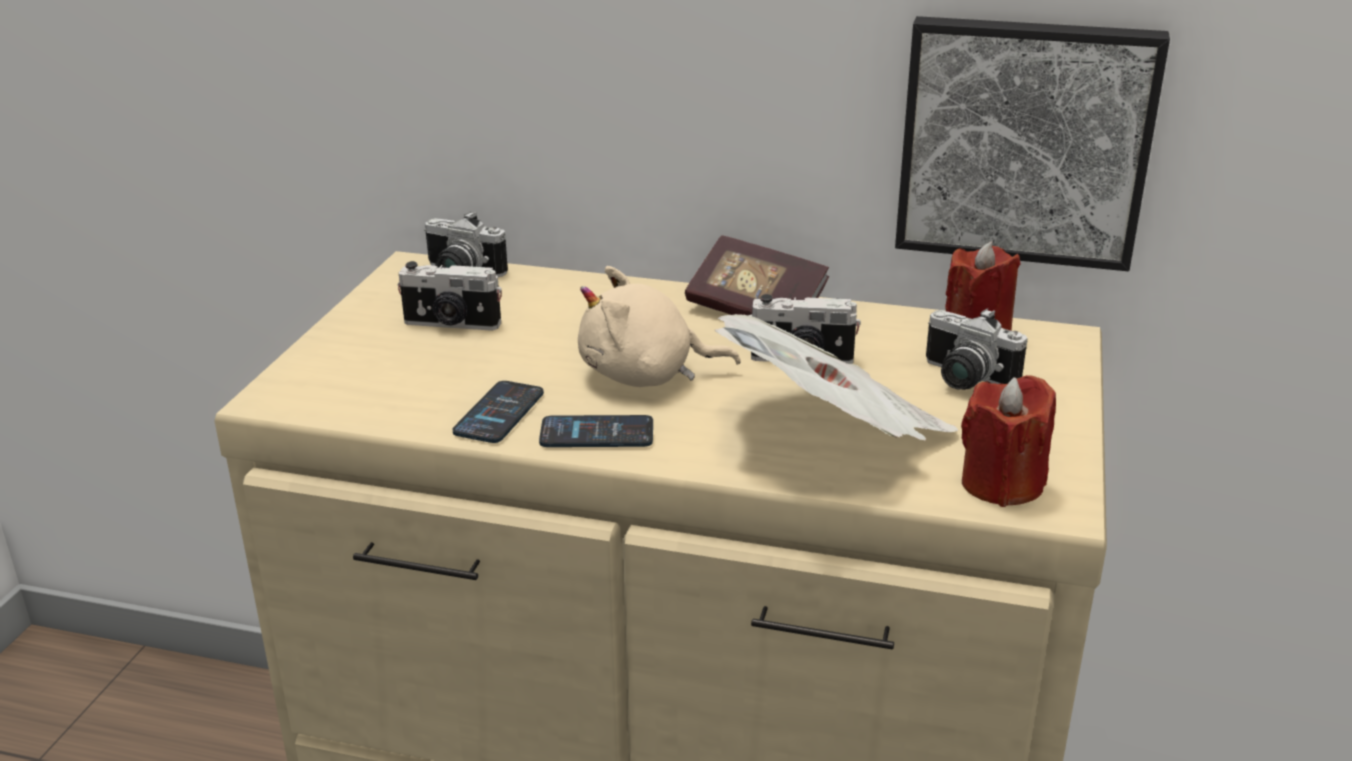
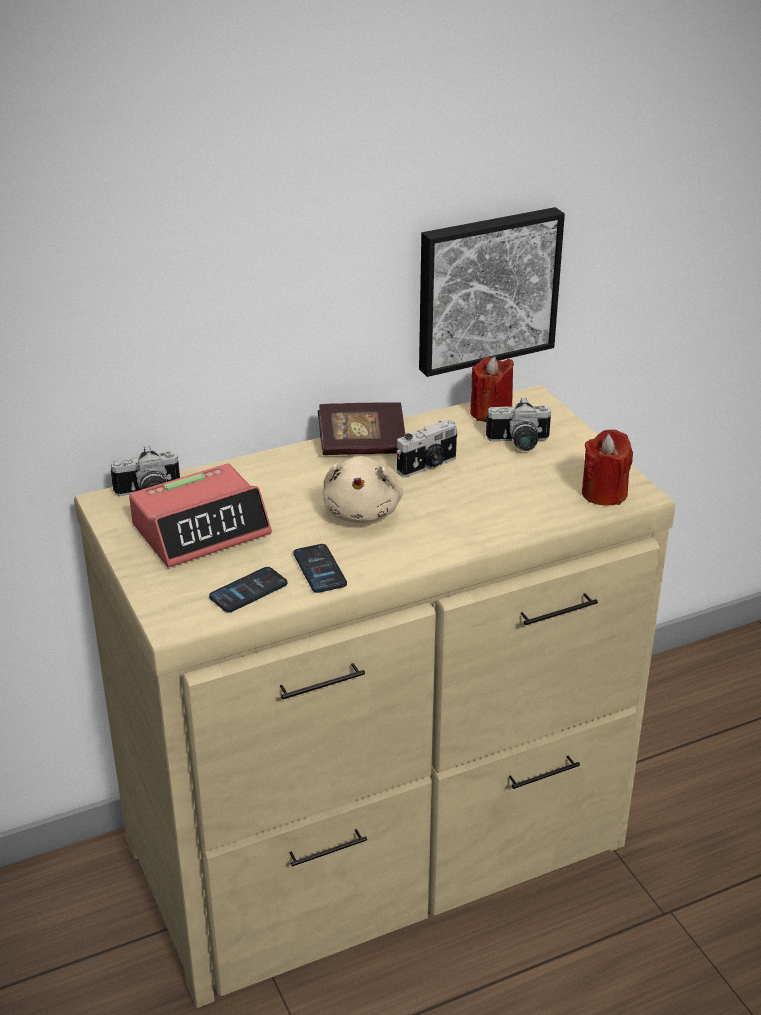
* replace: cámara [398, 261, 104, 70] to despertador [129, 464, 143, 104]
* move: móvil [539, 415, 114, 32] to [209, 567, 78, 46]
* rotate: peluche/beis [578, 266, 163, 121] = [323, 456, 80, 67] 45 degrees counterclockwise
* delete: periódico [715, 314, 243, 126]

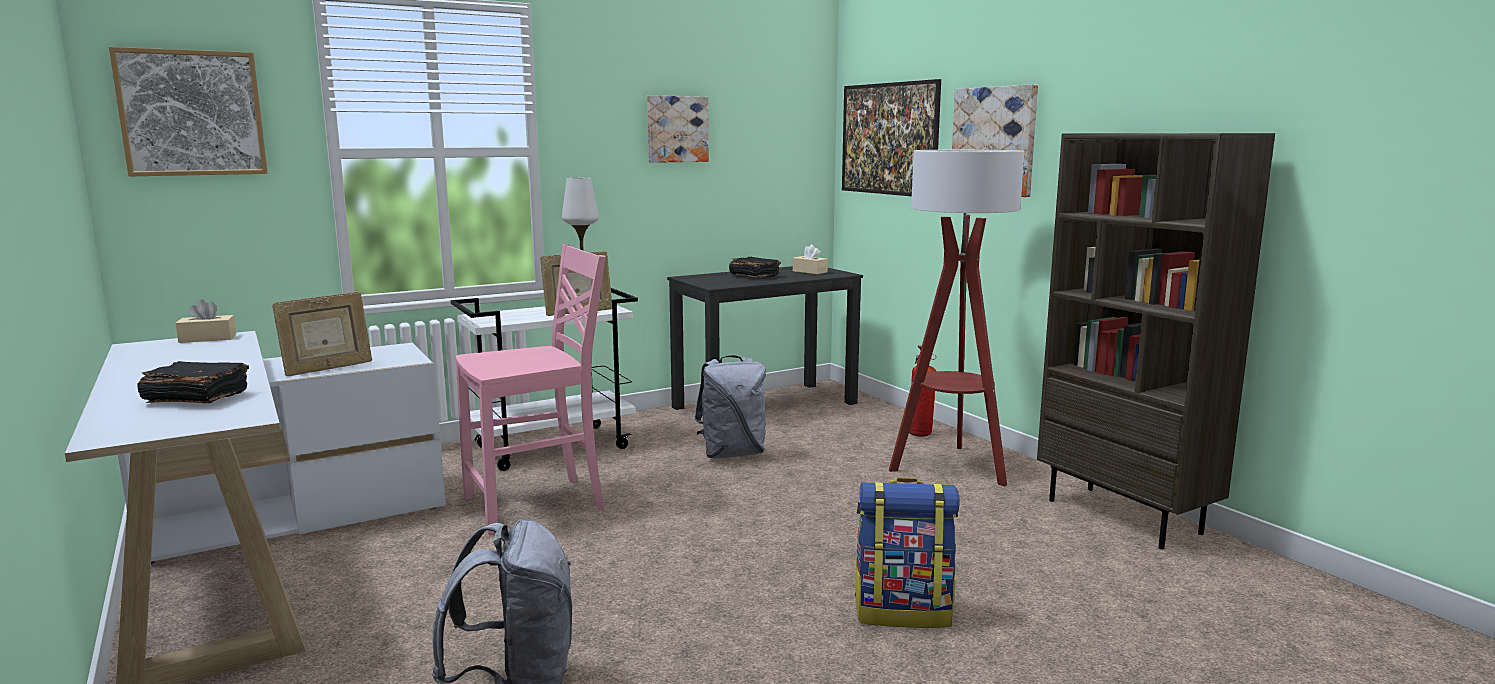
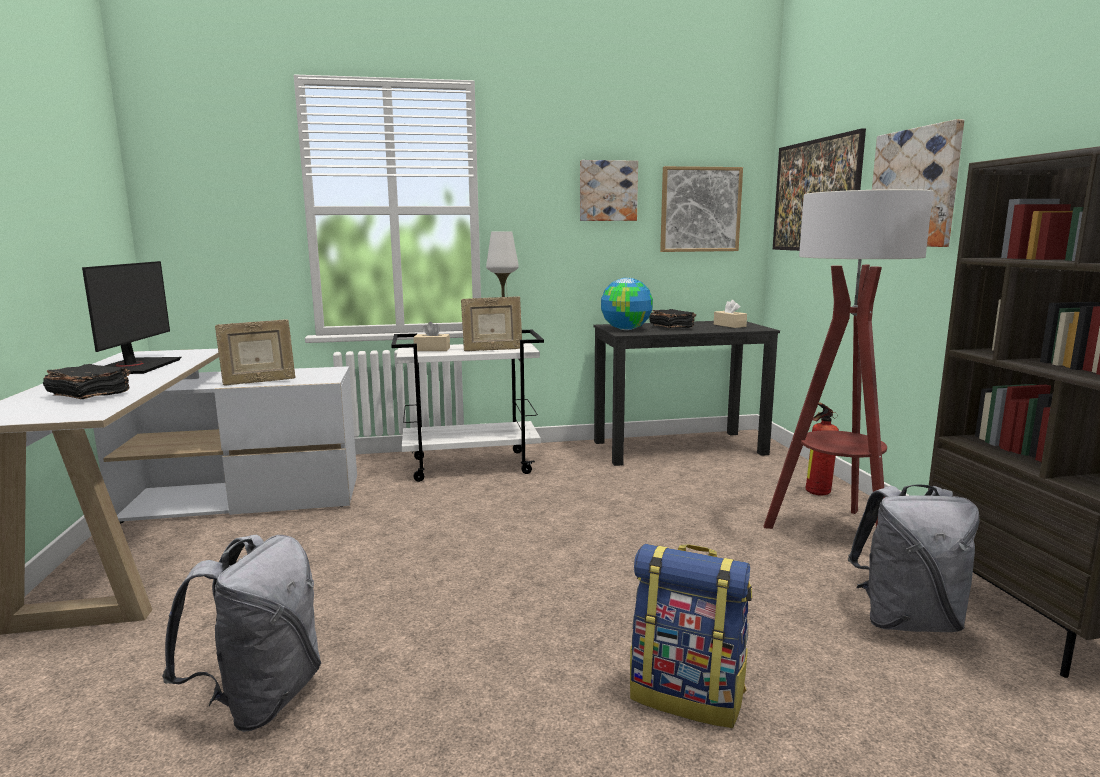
* insert: monitor [82, 261, 99, 113]
* move: caja de pañuelos/beis [175, 300, 61, 43] to [413, 322, 37, 29]
* insert: globo terráqueo [601, 278, 52, 52]
* move: cuadro [109, 47, 159, 129] to [660, 166, 83, 86]
* move: mochila/gris [694, 355, 72, 103] to [847, 485, 133, 147]
* delete: silla/rosa [456, 244, 149, 291]

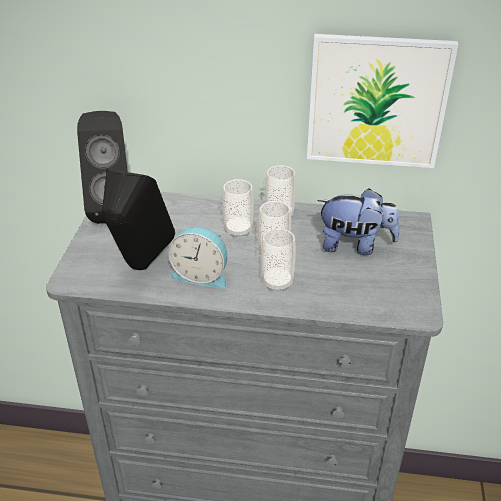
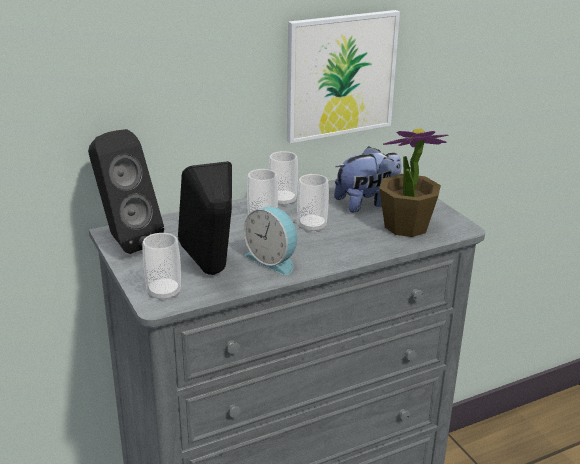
* move: taza [261, 228, 35, 63] to [143, 233, 38, 69]
* rotate: despertador [168, 227, 59, 62] = [244, 207, 53, 68] 60 degrees clockwise
* insert: planta en maceta [379, 128, 70, 109]

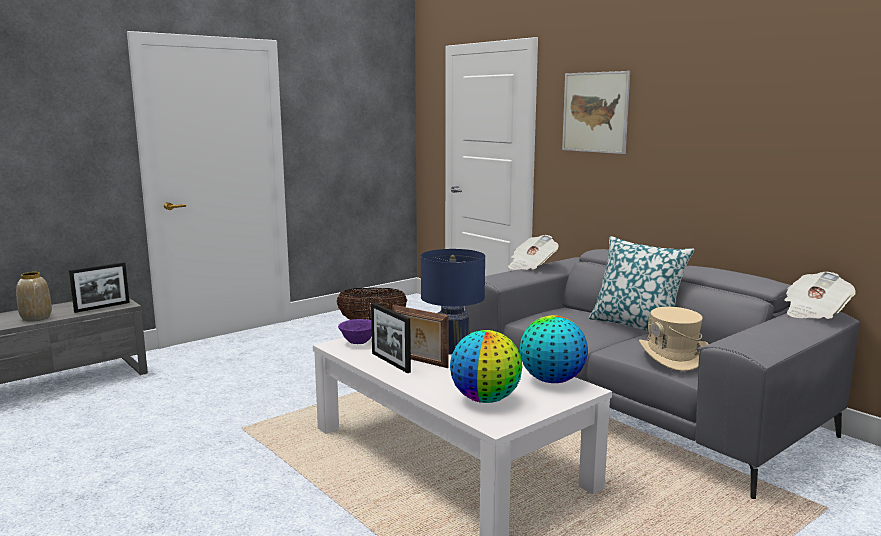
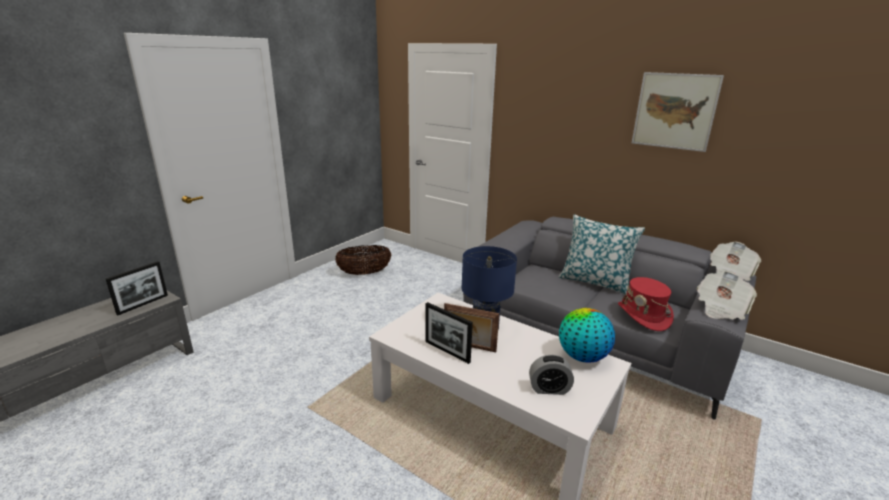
* replace: globo terráqueo [450, 330, 72, 73] to despertador [529, 355, 45, 40]
* recolor: sombrero/beis [639, 307, 69, 64] to sombrero/rojo [618, 277, 56, 54]
* move: cuadro [562, 71, 68, 83] to [632, 72, 92, 80]
* move: periódico [508, 235, 51, 35] to [697, 271, 60, 49]
* delete: florero [16, 272, 36, 49]
* delete: cuenco/morado [338, 319, 34, 25]

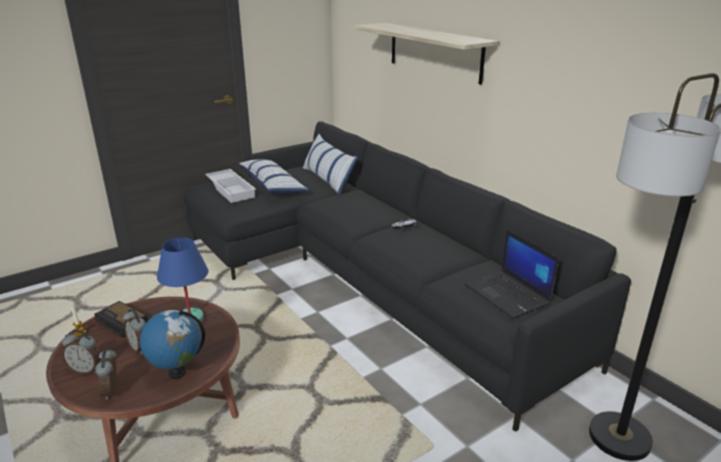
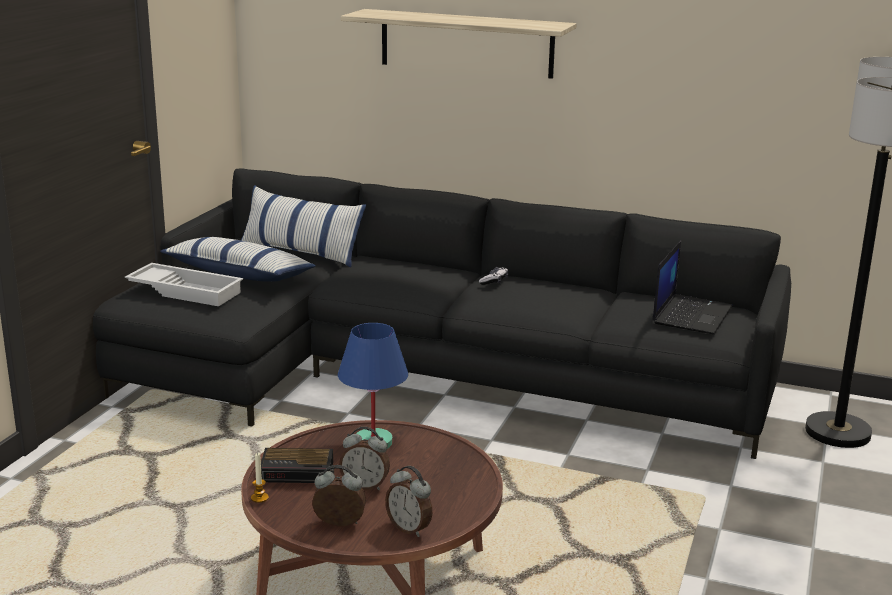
* rotate: despertador [62, 330, 39, 45] = [312, 465, 54, 62] 150 degrees counterclockwise
* rotate: portátil [465, 229, 94, 90] = [652, 241, 81, 93] 90 degrees counterclockwise
* delete: globo terráqueo [140, 310, 65, 69]

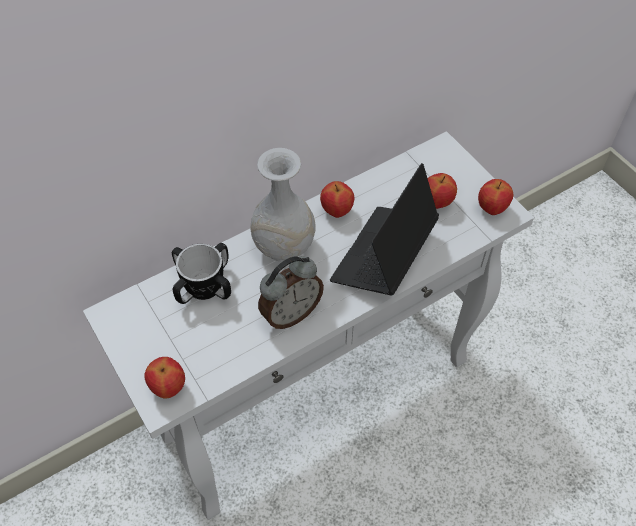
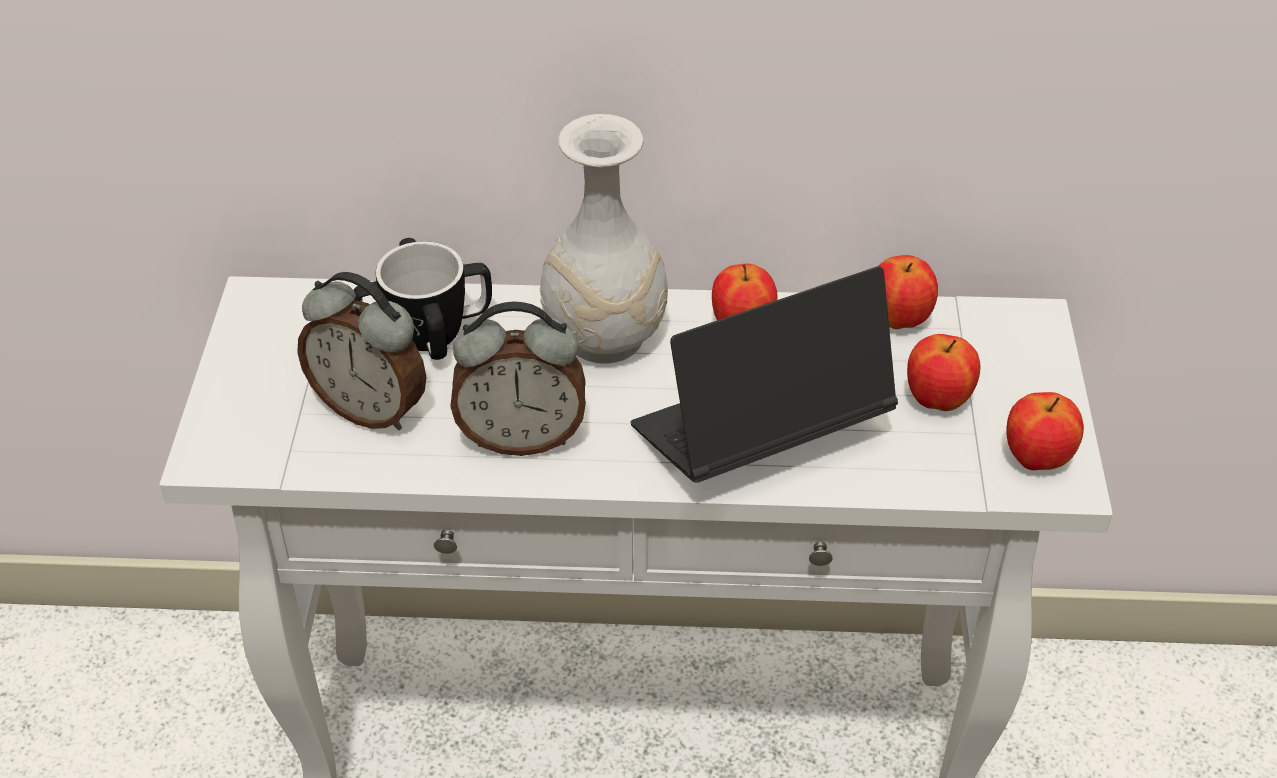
* insert: despertador [297, 272, 130, 158]
* move: manzana [144, 357, 41, 42] to [879, 255, 59, 74]

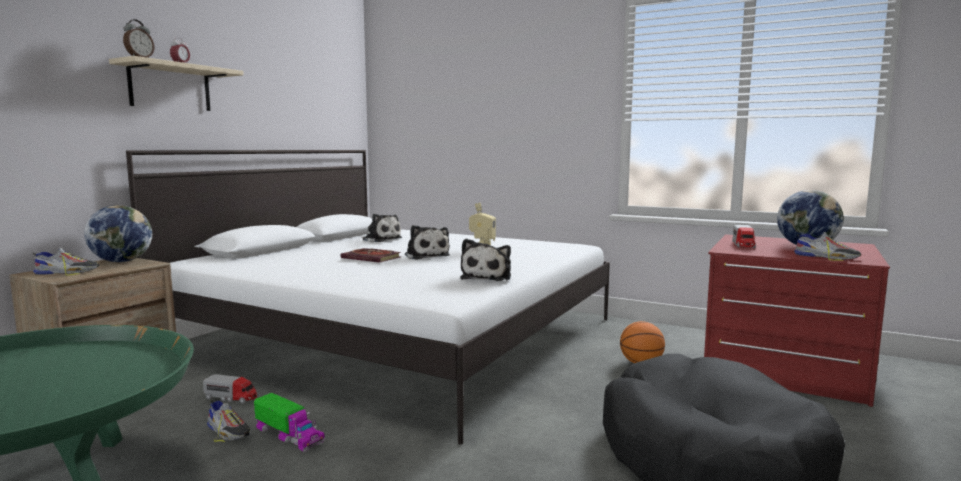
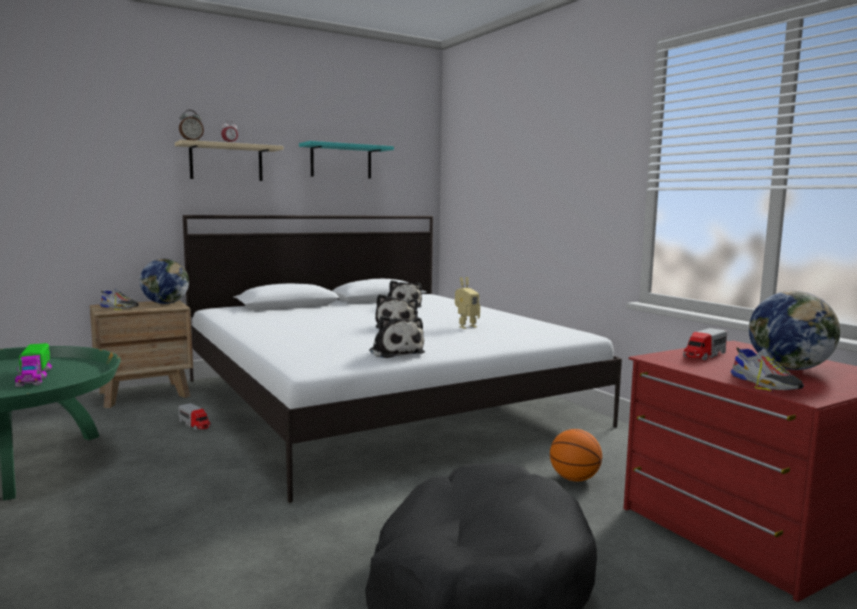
* move: camión de juguete [254, 393, 71, 59] to [15, 343, 37, 44]
* insert: estante/turquesa [299, 141, 95, 38]
* rotate: peluche [460, 239, 51, 42] = [369, 316, 56, 42] 75 degrees counterclockwise
* delete: zapato [207, 400, 44, 42]
* delete: libro [341, 248, 60, 15]

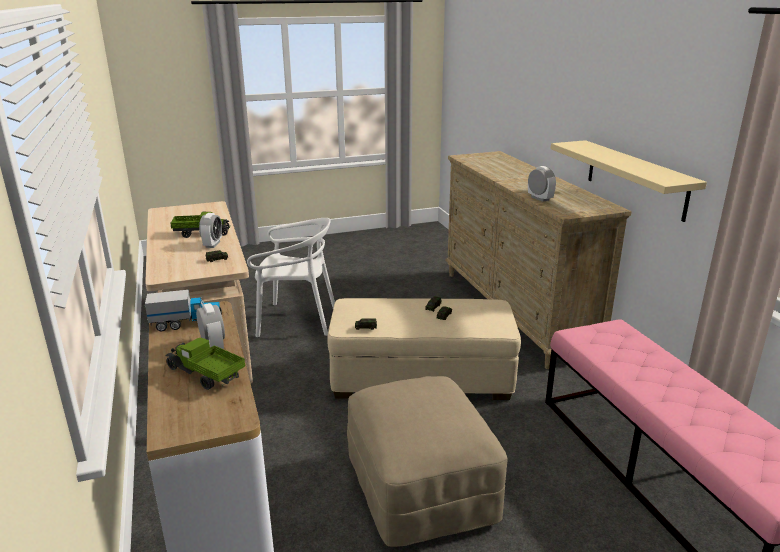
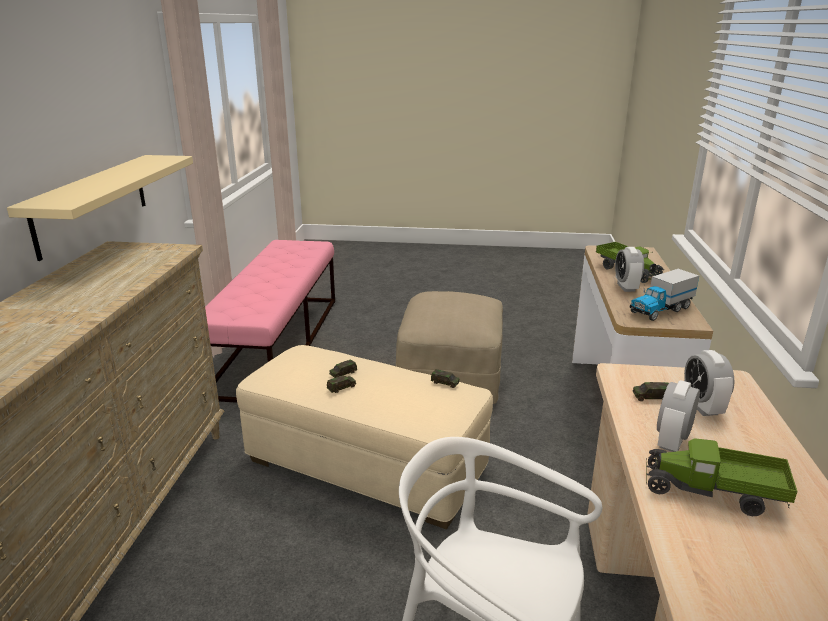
* rotate: camión de juguete [145, 290, 77, 41] = [630, 269, 69, 52] 45 degrees counterclockwise
* move: despertador [528, 166, 28, 36] to [684, 350, 50, 66]

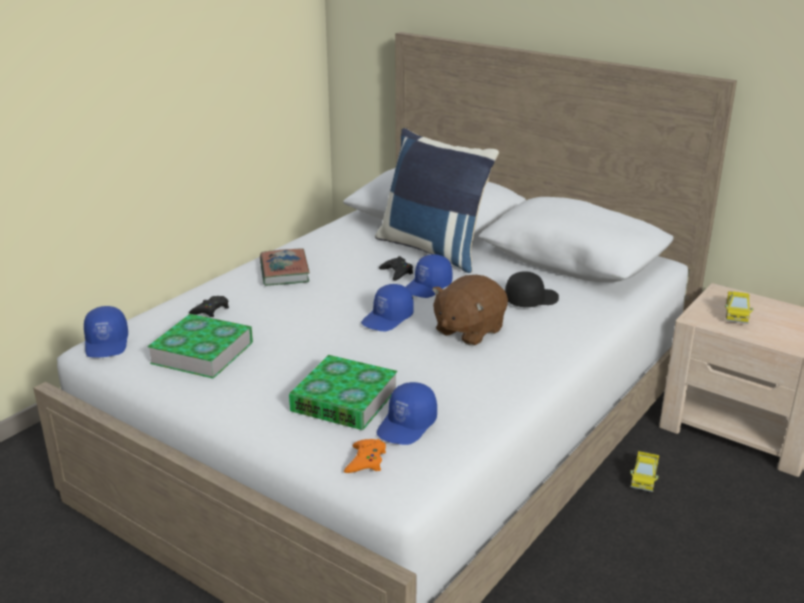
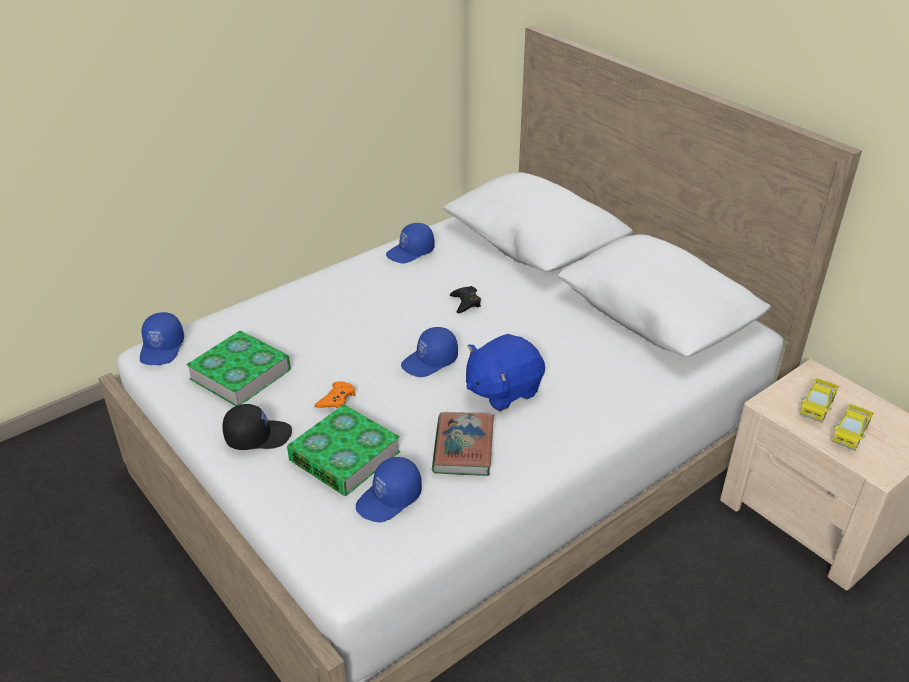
* move: gorra/negro [505, 271, 54, 36] to [222, 404, 70, 46]
* move: mando de consola/naranja [344, 439, 42, 34] to [314, 381, 41, 27]
* move: gorra/azul [406, 254, 46, 44] to [386, 223, 48, 40]
* move: libro [260, 249, 50, 37] to [432, 412, 62, 64]
* recolor: peluche/marrón [432, 275, 76, 71] to peluche/azul [466, 334, 79, 77]
* move: camión de juguete [630, 451, 29, 41] to [831, 404, 42, 47]
* delete: mando de consola/negro [189, 296, 40, 21]
* delete: cojín/azul [375, 128, 124, 145]

